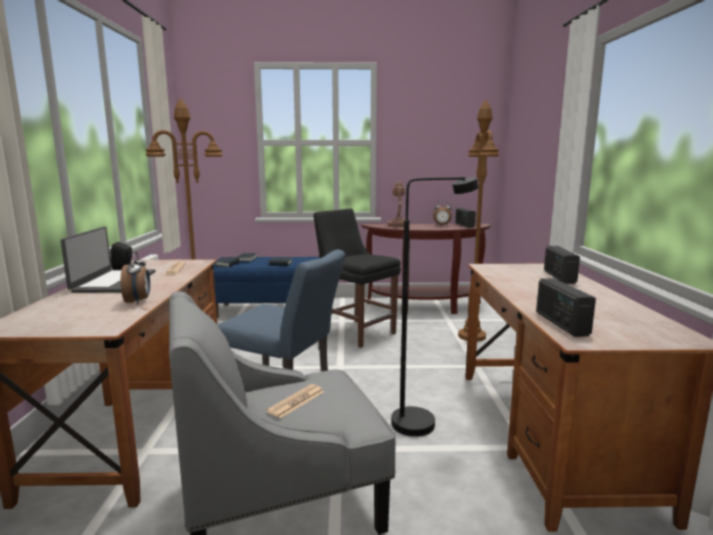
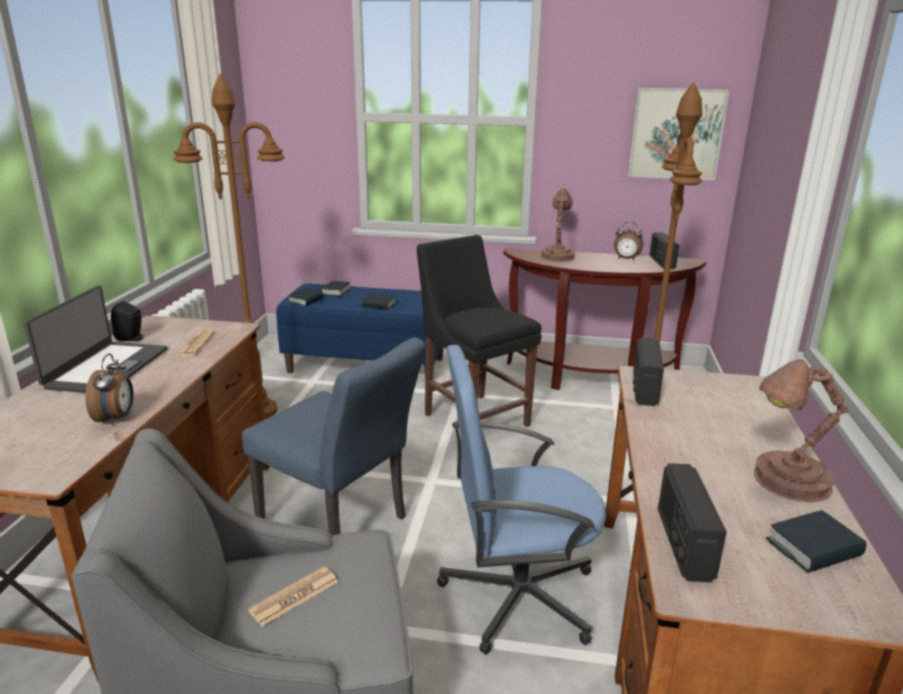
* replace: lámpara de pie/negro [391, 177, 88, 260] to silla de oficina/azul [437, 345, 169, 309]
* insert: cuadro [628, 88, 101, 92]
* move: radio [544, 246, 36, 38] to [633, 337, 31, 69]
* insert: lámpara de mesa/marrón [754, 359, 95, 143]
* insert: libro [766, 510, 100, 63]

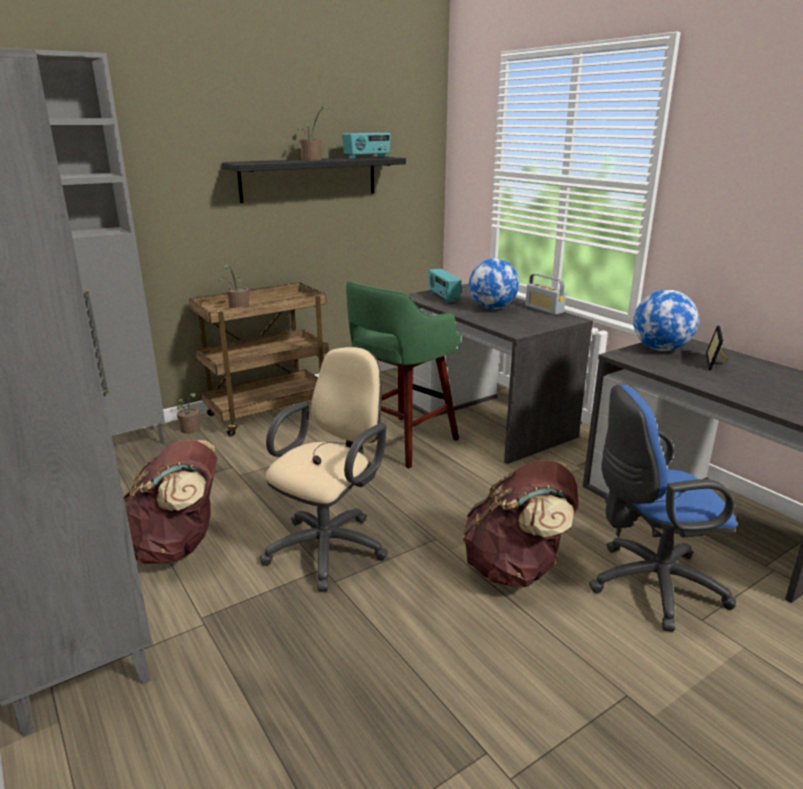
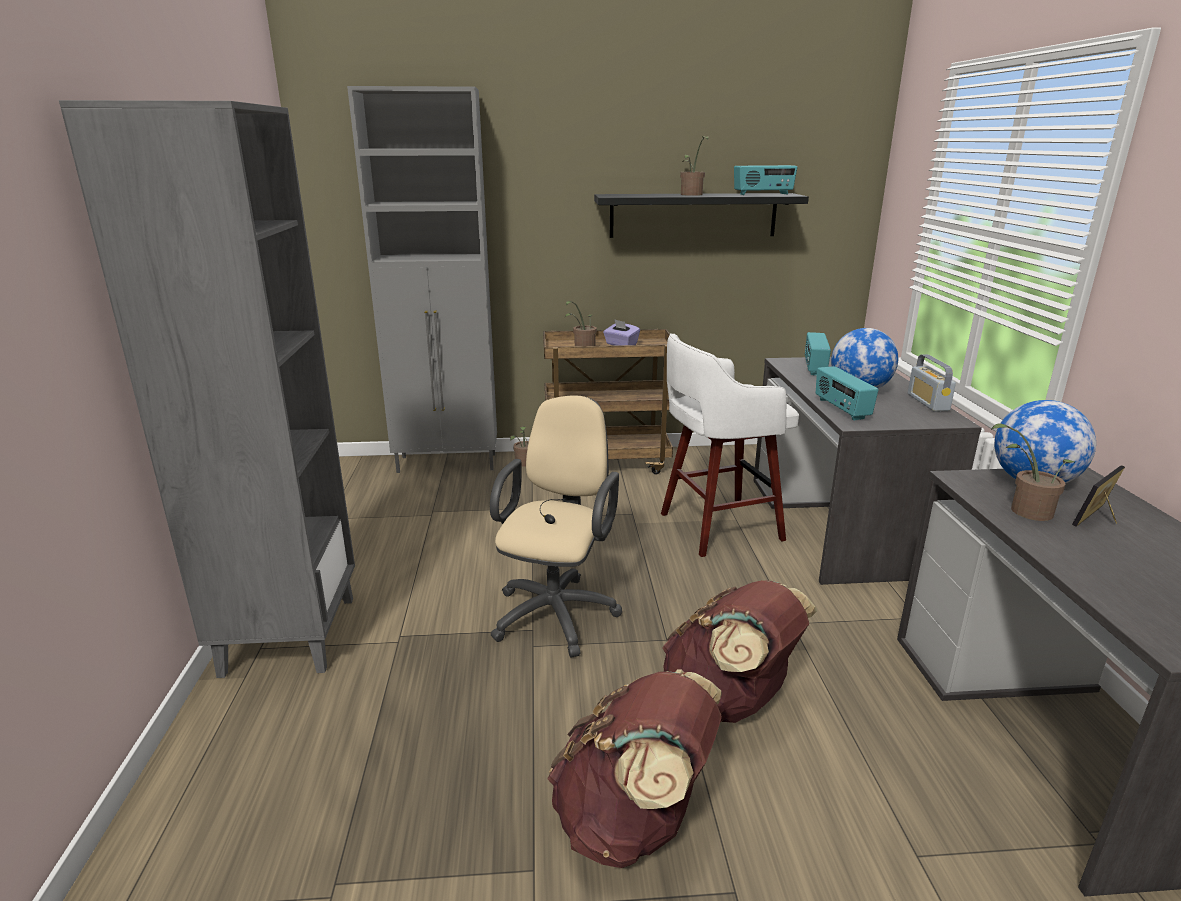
* rotate: silla de oficina/beis [260, 347, 128, 245] = [490, 395, 132, 262] 45 degrees counterclockwise
* move: mochila/marrón [124, 440, 94, 124] to [547, 669, 175, 199]
* insert: caja de pañuelos/morado [603, 319, 37, 27]
* recolor: taburete/verde [346, 281, 115, 187] to taburete/blanco [661, 333, 138, 224]
* insert: radio [816, 366, 63, 55]
* insert: planta en maceta [991, 423, 84, 98]
* delete: silla de oficina/azul [589, 385, 148, 247]

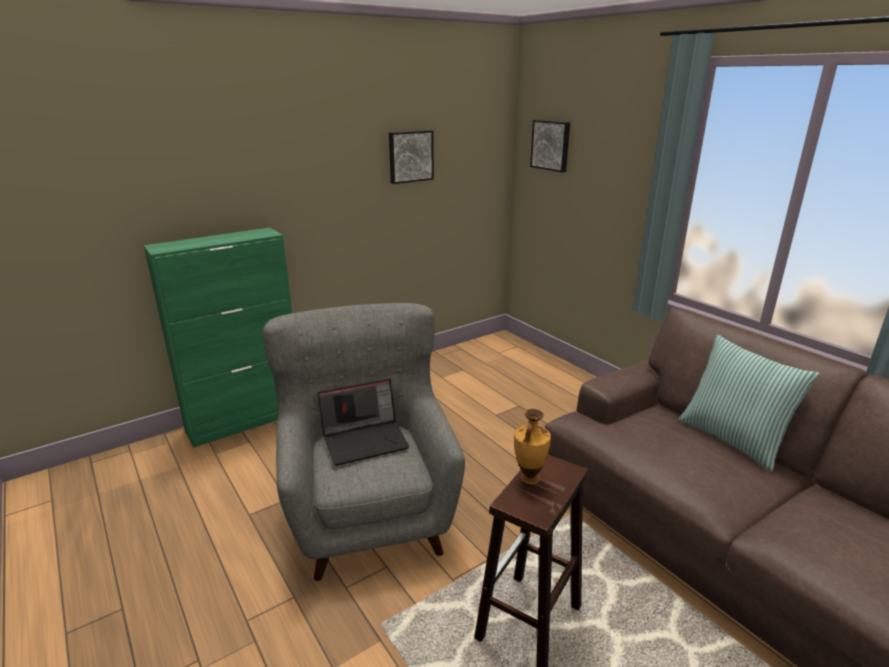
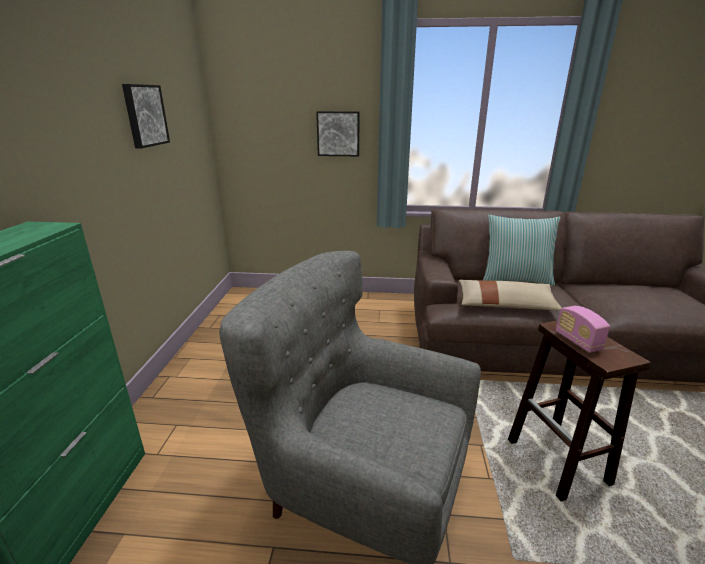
* move: cuadro [530, 120, 40, 52] to [316, 111, 44, 45]
* insert: cojín/beis [459, 280, 103, 31]
* replace: florero [514, 409, 37, 75] to radio [556, 306, 54, 47]
* delete: portátil [317, 379, 93, 87]

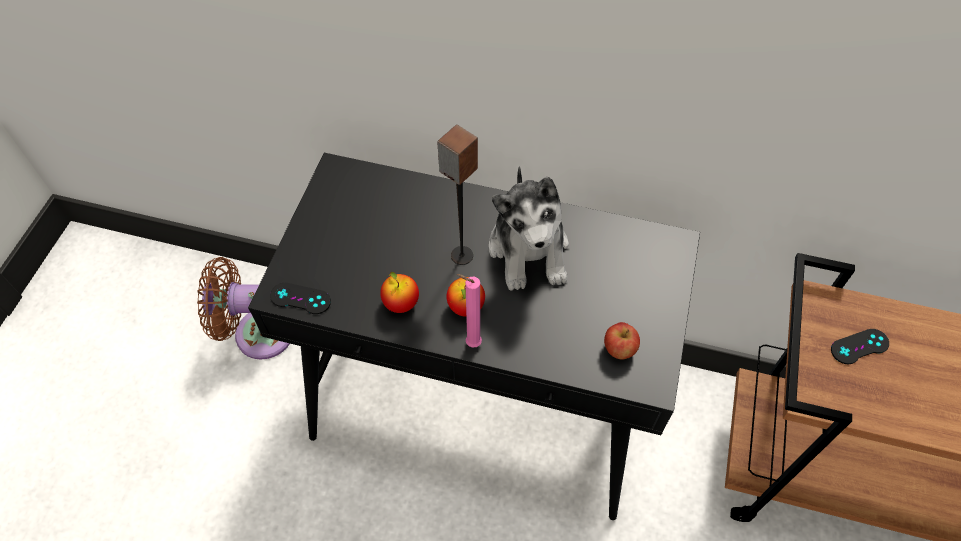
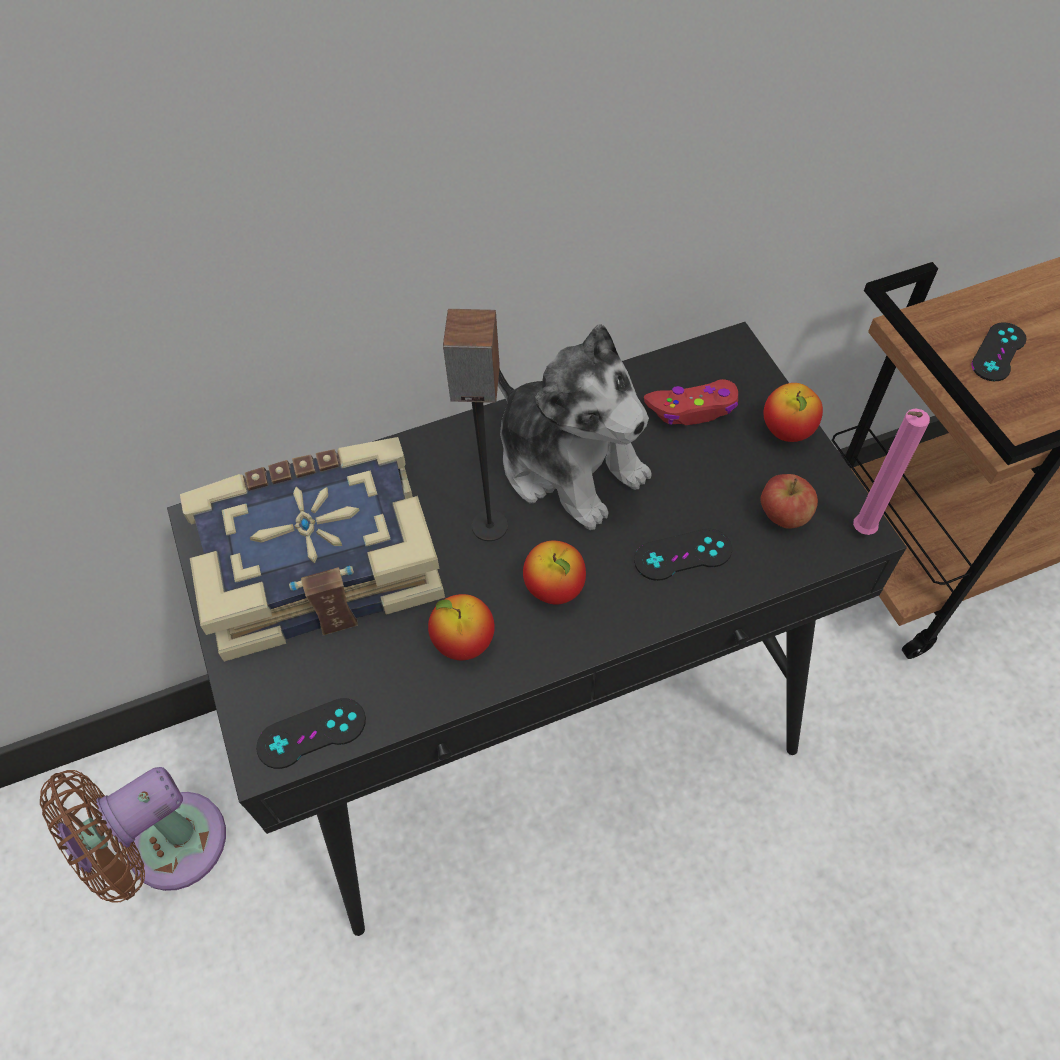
* insert: libro [180, 437, 265, 225]
* insert: mando de consola/negro [634, 528, 98, 53]
* insert: mando de consola/rojo [644, 379, 94, 46]
* insert: manzana [763, 383, 60, 59]
* move: vela/rosa [457, 274, 25, 74] to [853, 408, 77, 127]

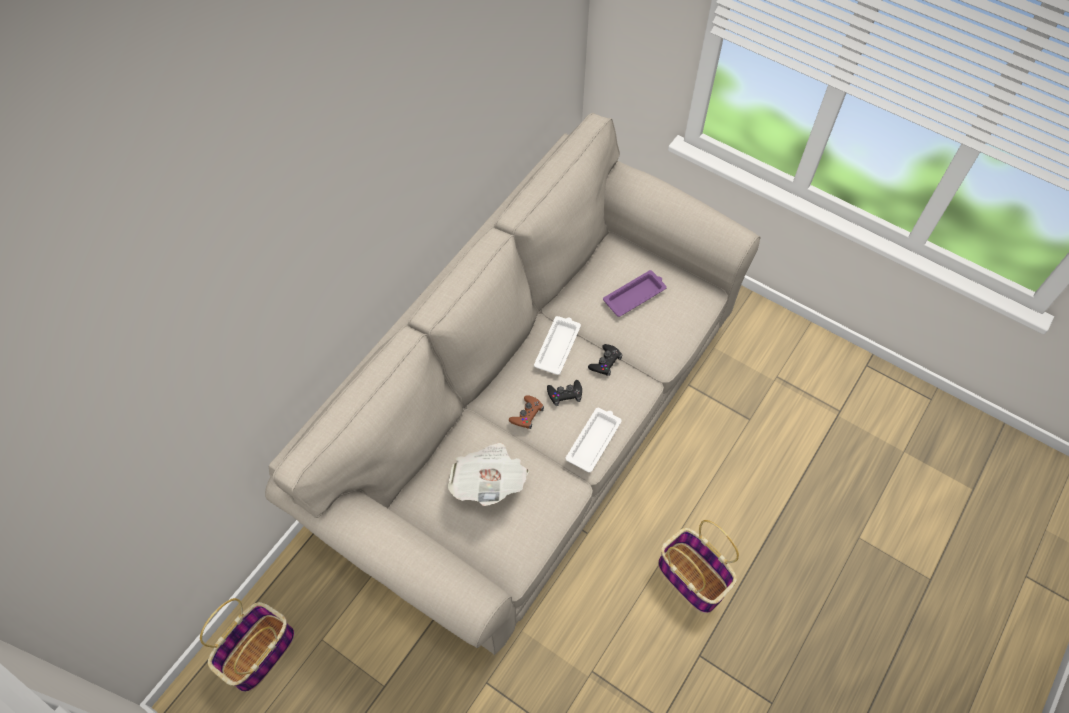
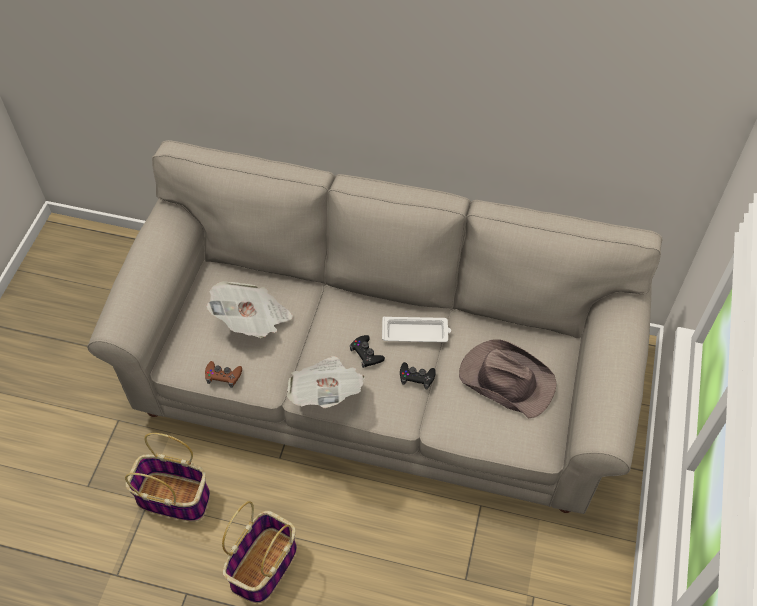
* move: cesta [200, 598, 95, 94] to [125, 433, 85, 88]
* move: mando de consola/marrón [509, 395, 35, 34] to [205, 361, 37, 27]
* replace: bandeja/blanco [565, 408, 57, 65] to periódico [287, 356, 78, 52]
* replace: bandeja/morado [603, 270, 64, 47] to sombrero/marrón [459, 339, 98, 79]

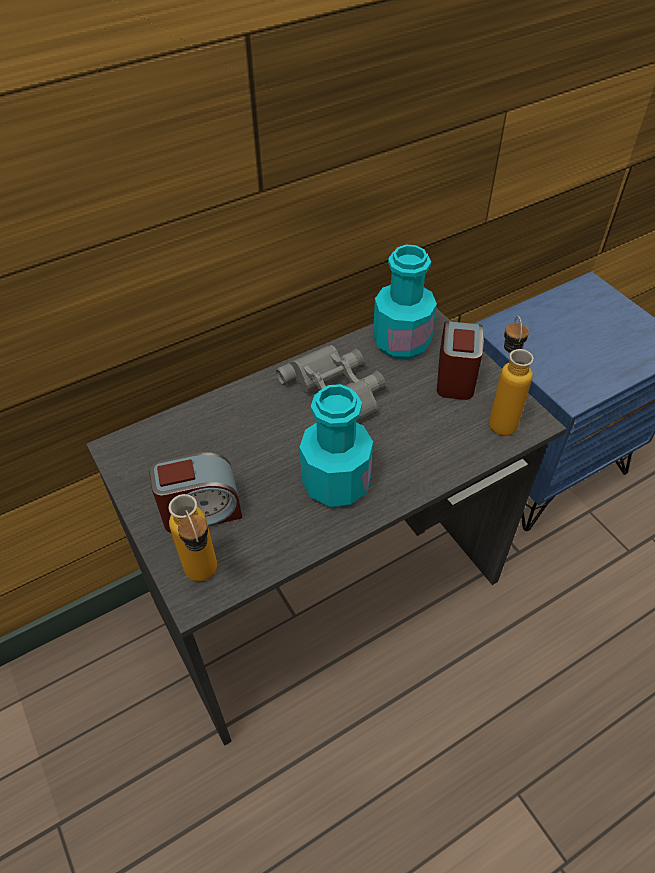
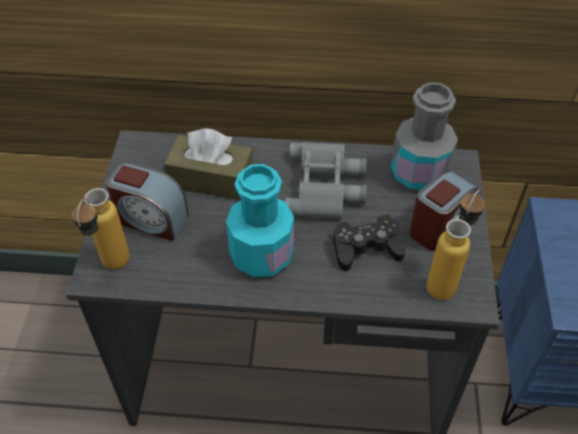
* insert: caja de pañuelos/marrón [164, 128, 89, 72]
* insert: mando de consola/negro [333, 214, 73, 57]
* recolor: botella/turquesa [373, 245, 64, 114] to botella/gris [391, 82, 67, 110]

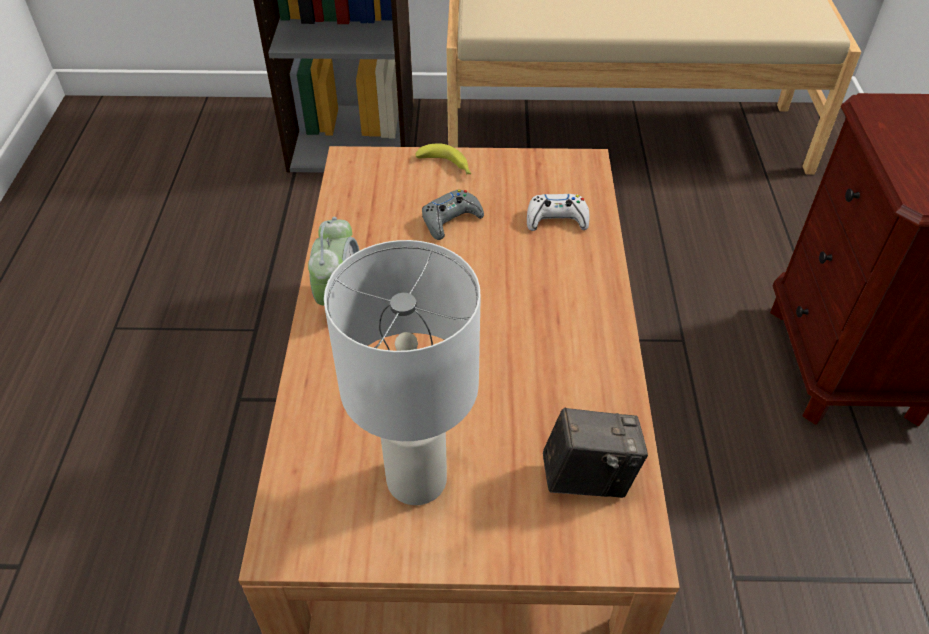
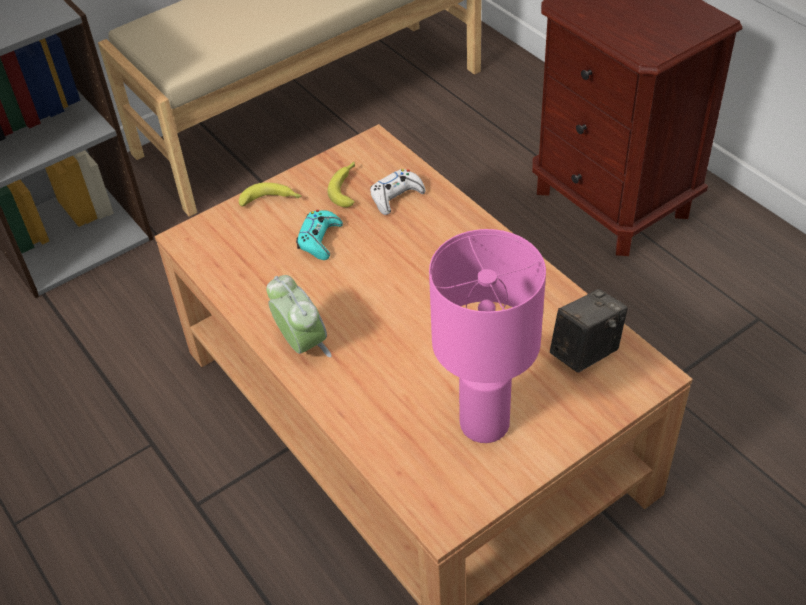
* recolor: mando de consola/gris [422, 189, 62, 51] to mando de consola/turquesa [296, 210, 47, 50]
* insert: plátano [327, 162, 28, 45]
* recolor: lámpara de mesa/blanco [324, 240, 157, 265] to lámpara de mesa/rosa [429, 229, 117, 214]

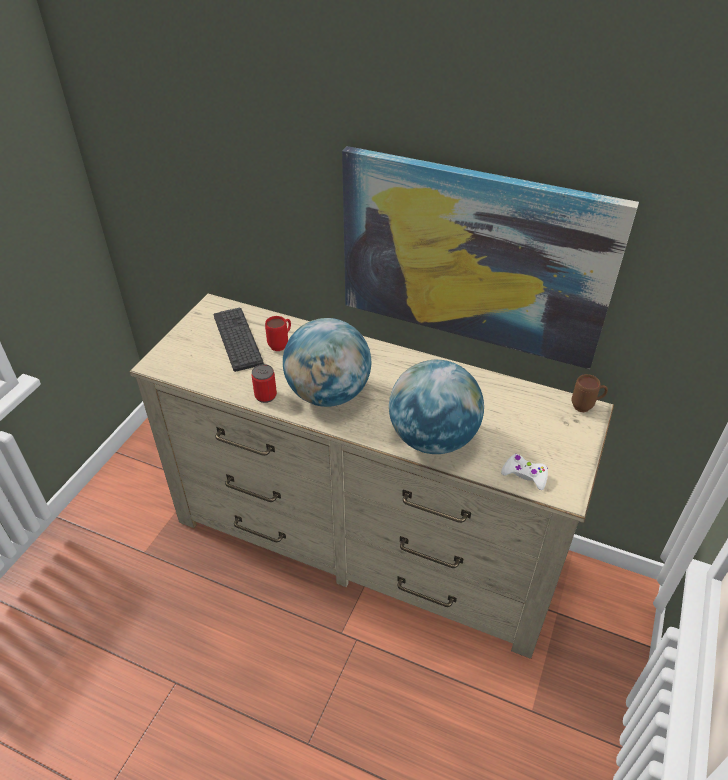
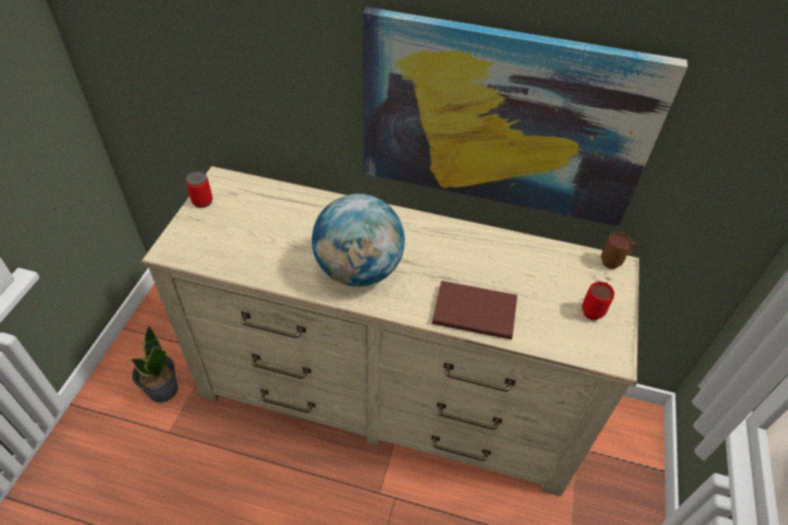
* insert: planta en maceta [131, 326, 47, 77]
* move: lata [252, 364, 25, 39] to [186, 171, 27, 37]
* replace: globo terráqueo [389, 359, 95, 95] to libro/marrón [432, 281, 85, 59]
* move: taza grande/rojo [265, 316, 26, 35] to [582, 282, 32, 38]
* delete: teclado [214, 307, 50, 65]
* delete: mando de consola/blanco [501, 454, 47, 36]

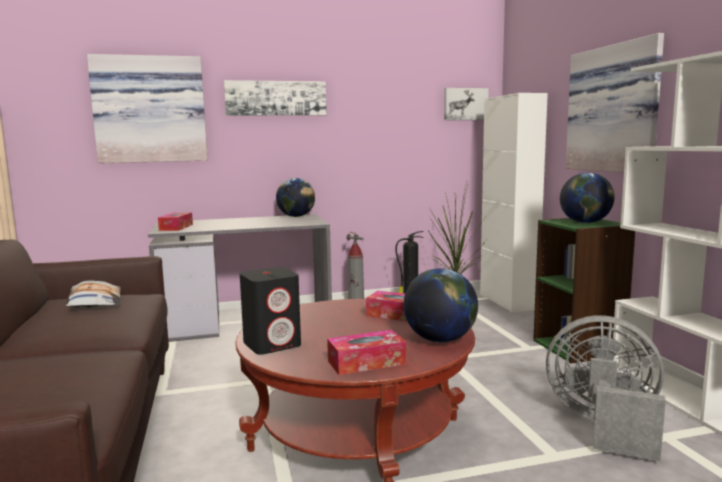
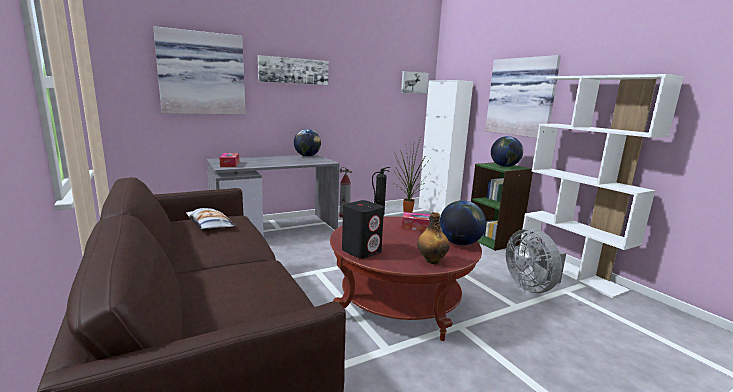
* replace: caja de pañuelos [327, 330, 79, 45] to botella [417, 212, 32, 52]
* rotate: ventilador/gris [546, 315, 120, 146] = [506, 228, 60, 65] 120 degrees counterclockwise

